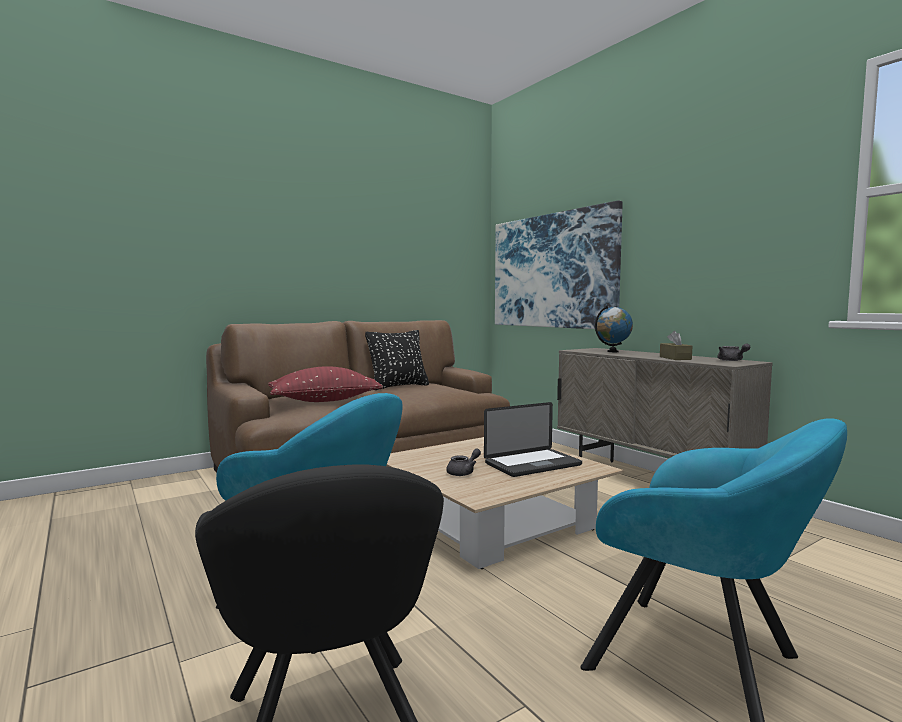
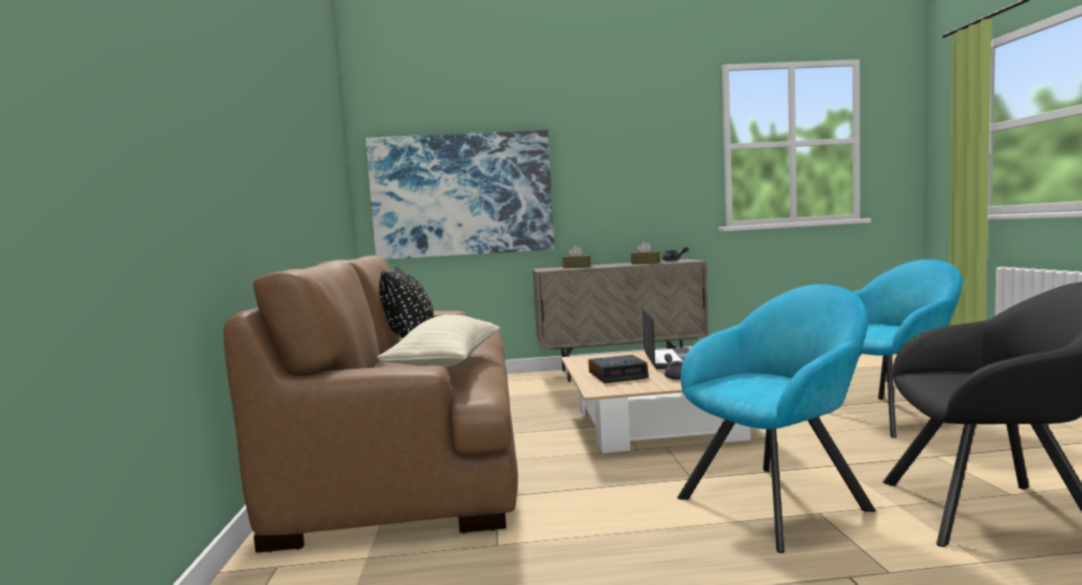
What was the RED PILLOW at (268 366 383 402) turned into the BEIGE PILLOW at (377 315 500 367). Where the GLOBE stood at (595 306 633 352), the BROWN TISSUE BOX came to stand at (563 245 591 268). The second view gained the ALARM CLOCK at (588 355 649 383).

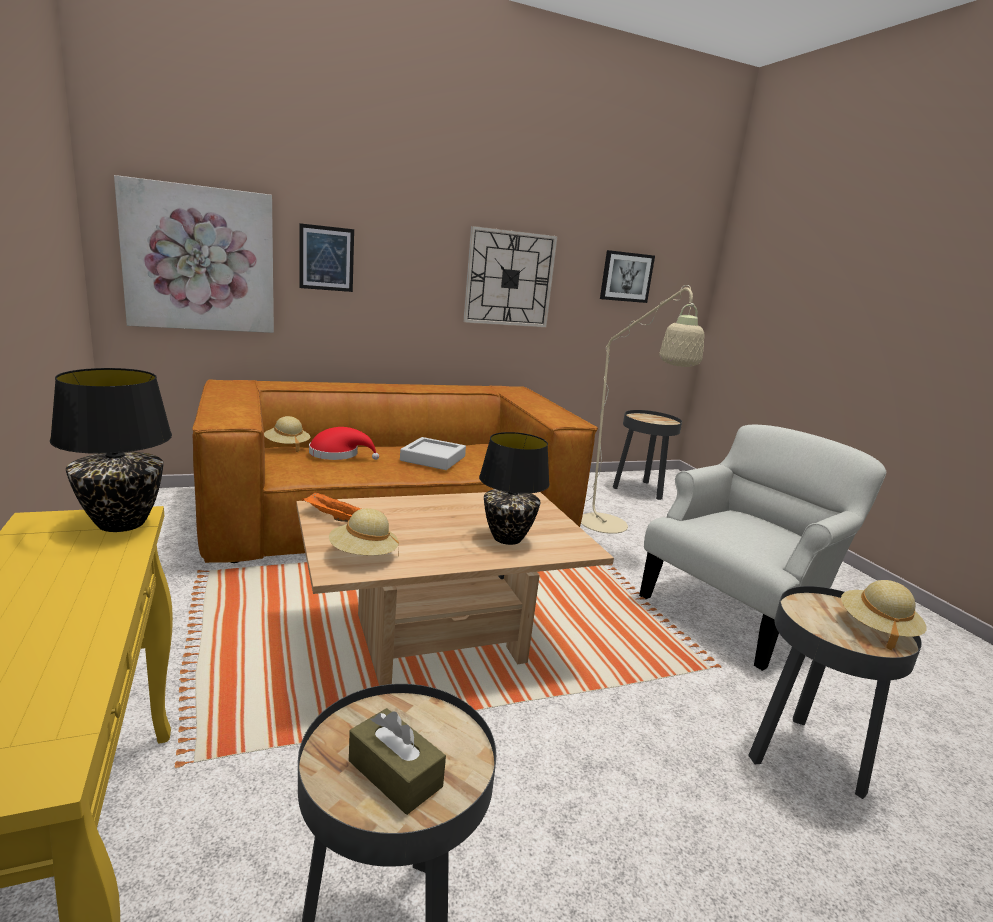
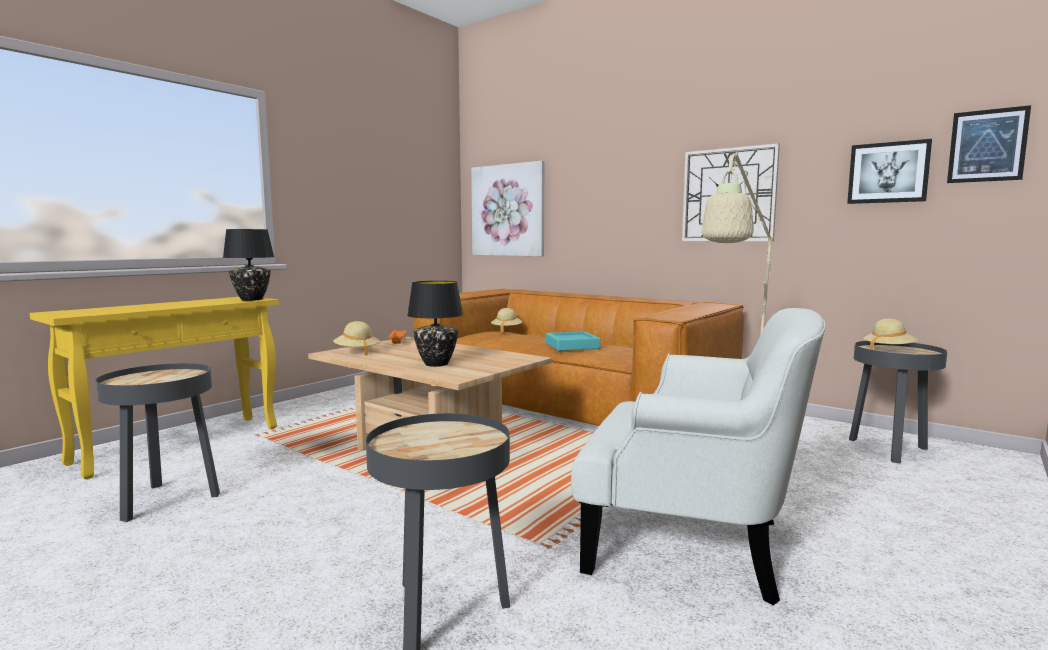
The PICTURE ended up elsewhere, having gone from (299 223 354 292) to (947 105 1031 183). The second view lost the RED HAT at (309 427 379 460). The second view lost the BROWN TISSUE BOX at (349 708 446 815). What was the GREY TRAY at (400 437 466 470) turned into the TURQUOISE TRAY at (546 331 600 351). The BEIGE HAT ended up elsewhere, having gone from (841 580 927 650) to (863 319 918 350).

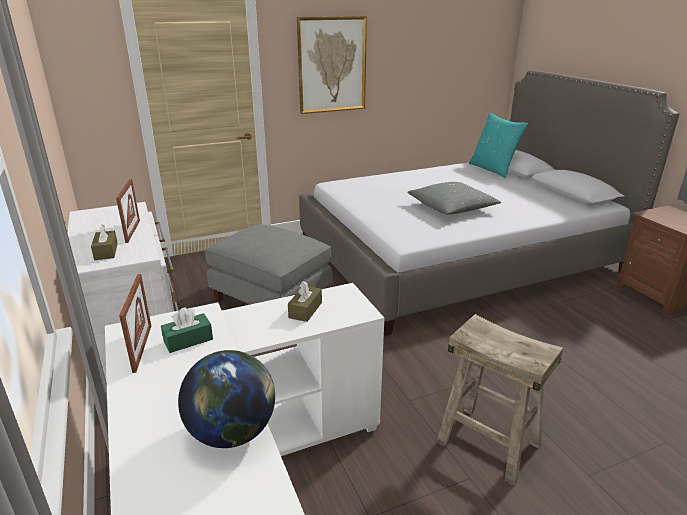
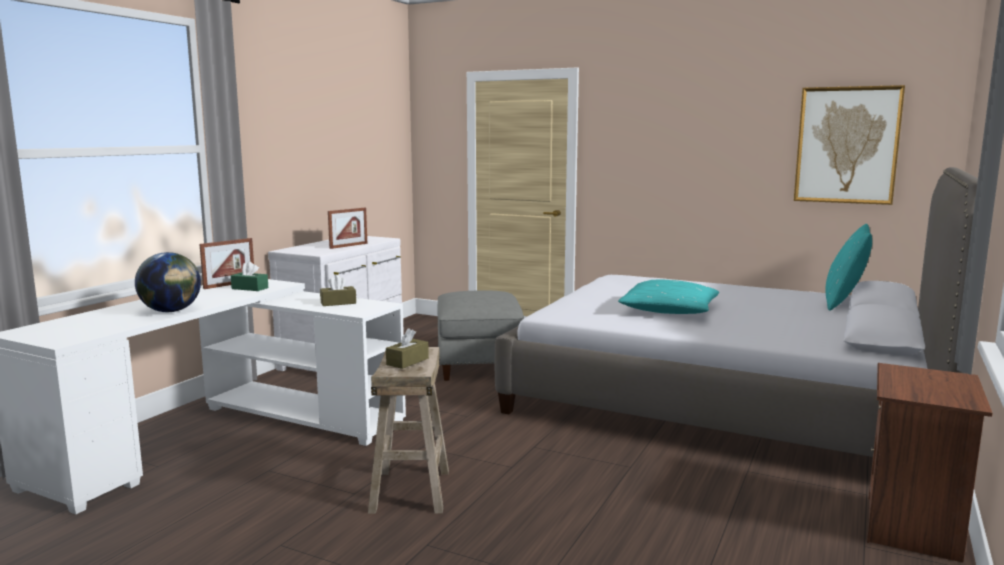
The BROWN TISSUE BOX ended up elsewhere, having gone from (91 224 118 260) to (386 328 429 369). The PICTURE ended up elsewhere, having gone from (297 16 367 114) to (794 85 905 205). What was the GREY PILLOW at (407 182 501 215) turned into the TURQUOISE PILLOW at (618 280 719 314).

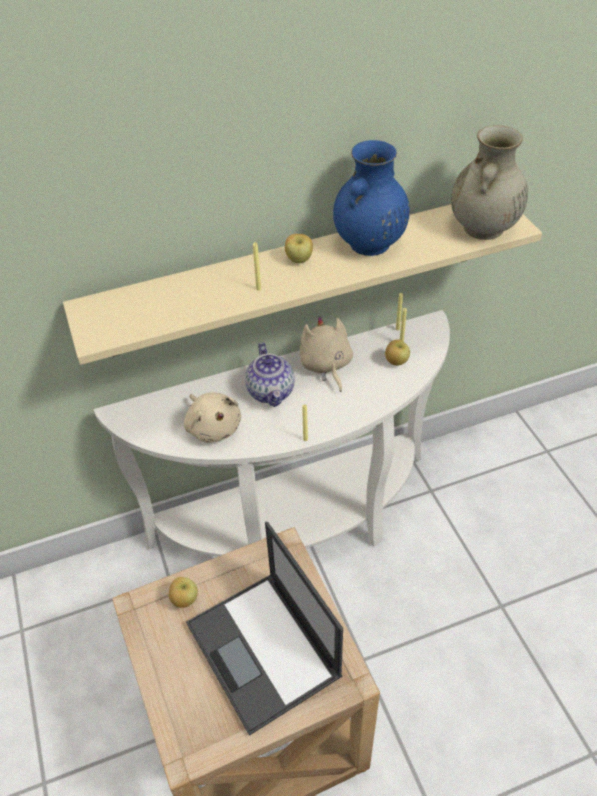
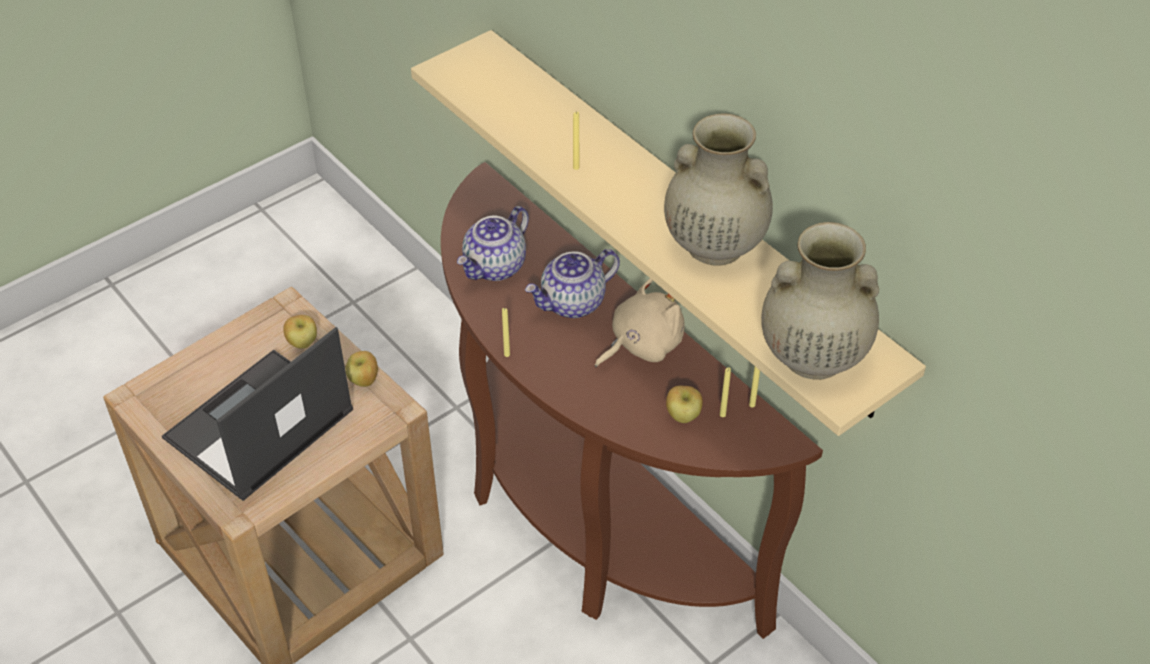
What was the WHITE CONSOLE TABLE at (94 310 450 557) turned into the BROWN CONSOLE TABLE at (441 162 823 639). Where the BEIGE PLUSH TOY stood at (184 392 241 443), the TEAPOT came to stand at (457 206 529 281). The APPLE ended up elsewhere, having gone from (285 234 313 263) to (345 351 378 387). What was the BLUE VASE at (333 140 410 256) turned into the BEIGE VASE at (664 113 773 266).

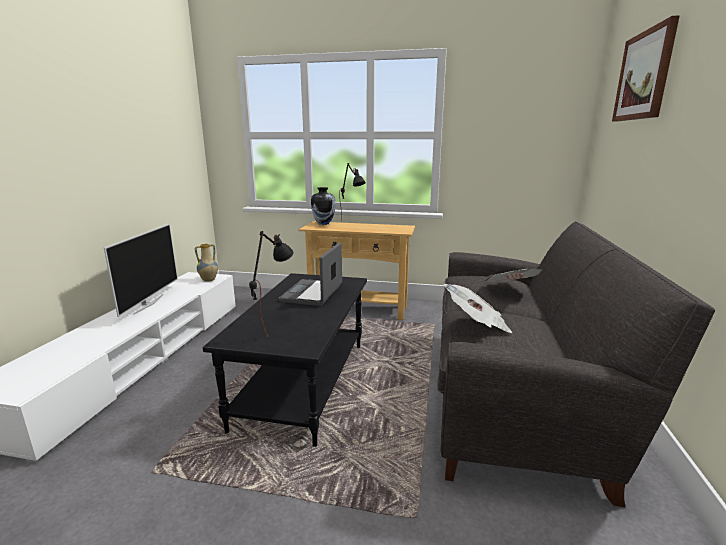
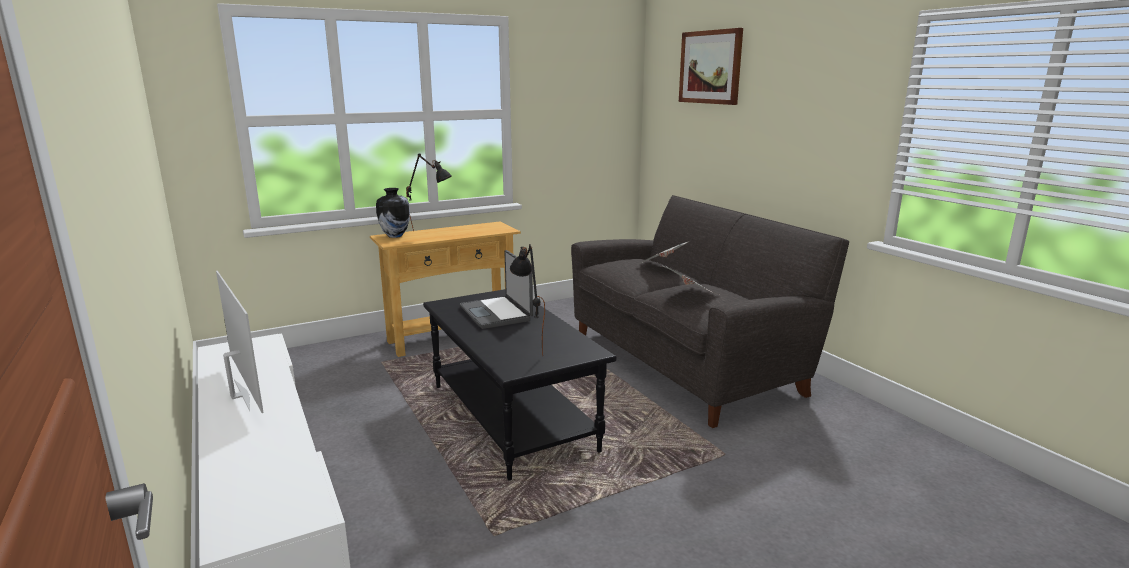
The second view lost the VASE at (195 244 218 281).

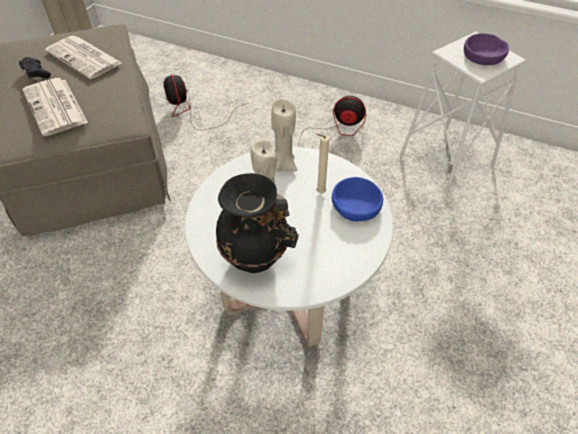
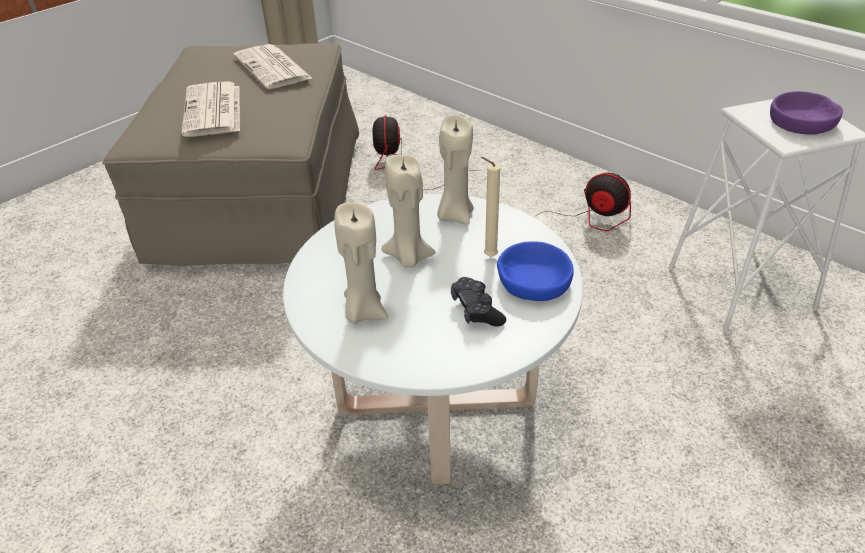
The BLACK GAME CONTROLLER ended up elsewhere, having gone from (19 57 51 79) to (451 277 506 327). Where the BLACK VASE stood at (216 173 299 273), the BEIGE CANDLE came to stand at (334 202 388 324).

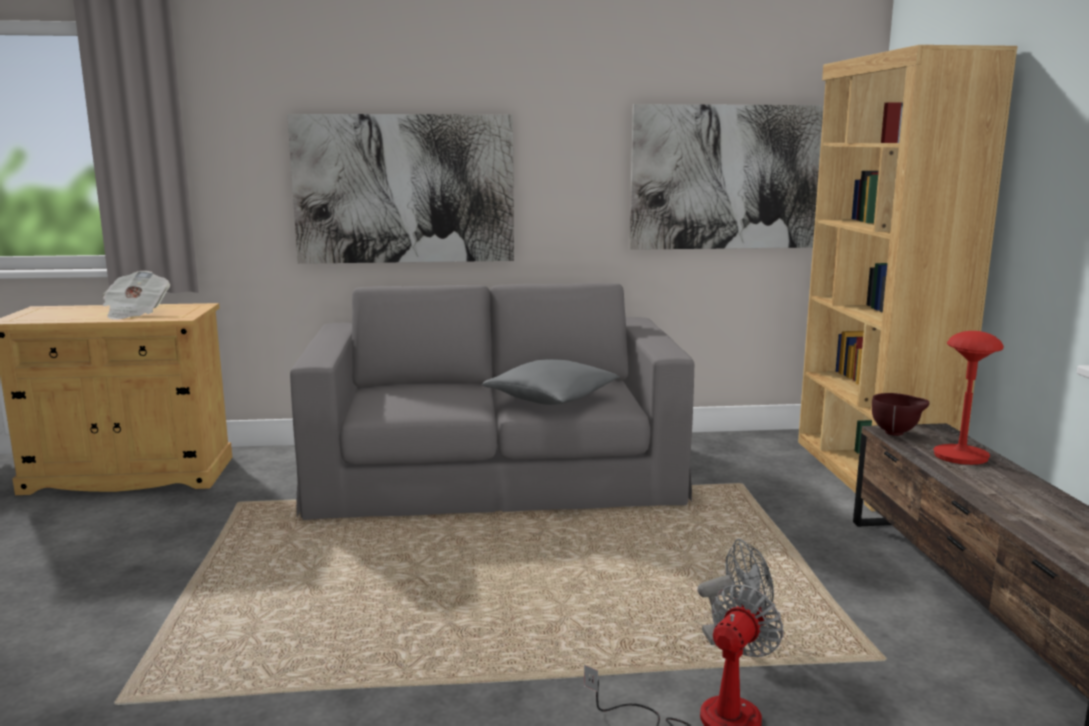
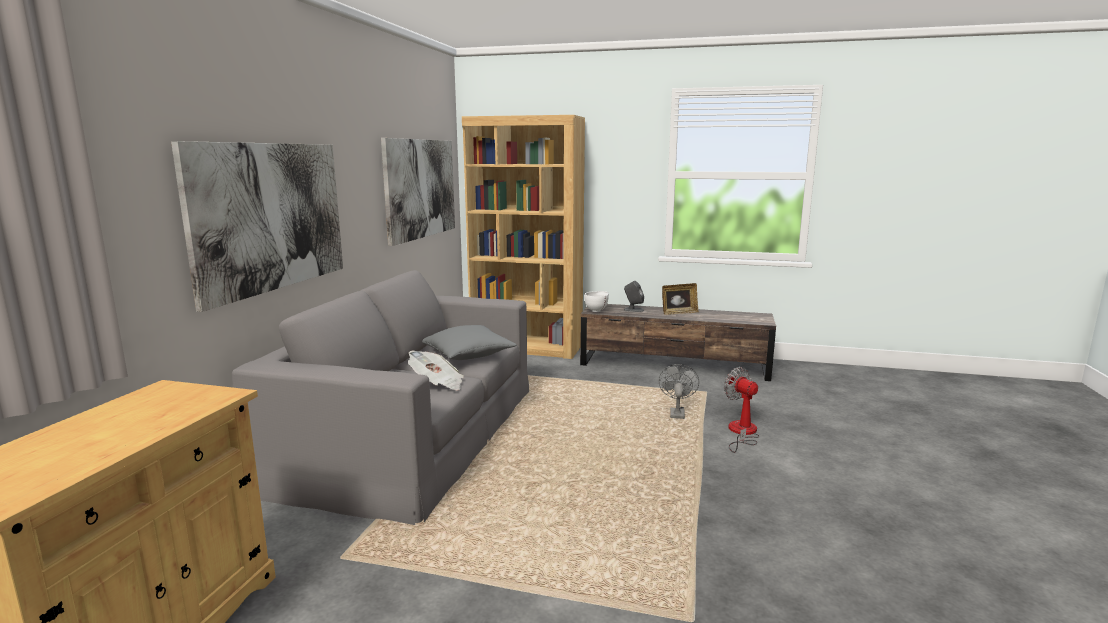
The NEWSPAPER ended up elsewhere, having gone from (102 271 170 319) to (408 351 464 390). What was the BROWN BOWL at (872 393 929 436) turned into the WHITE BOWL at (584 291 609 312). Where the RED TABLE LAMP stood at (933 331 1004 465), the GREY SPEAKER came to stand at (624 281 644 312). The second view gained the PICTURE FRAME at (662 283 699 315).

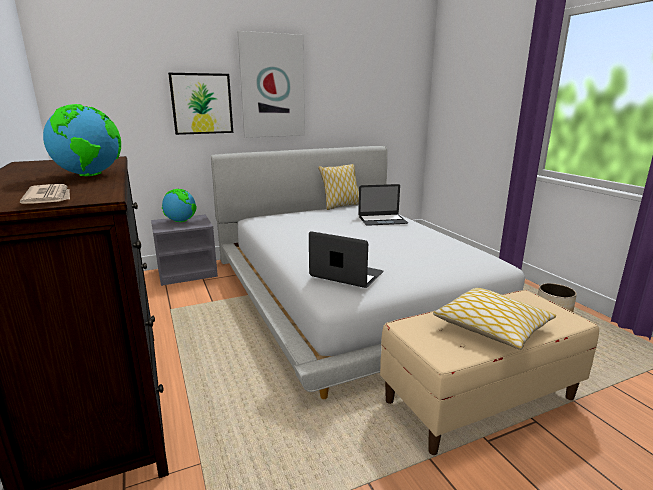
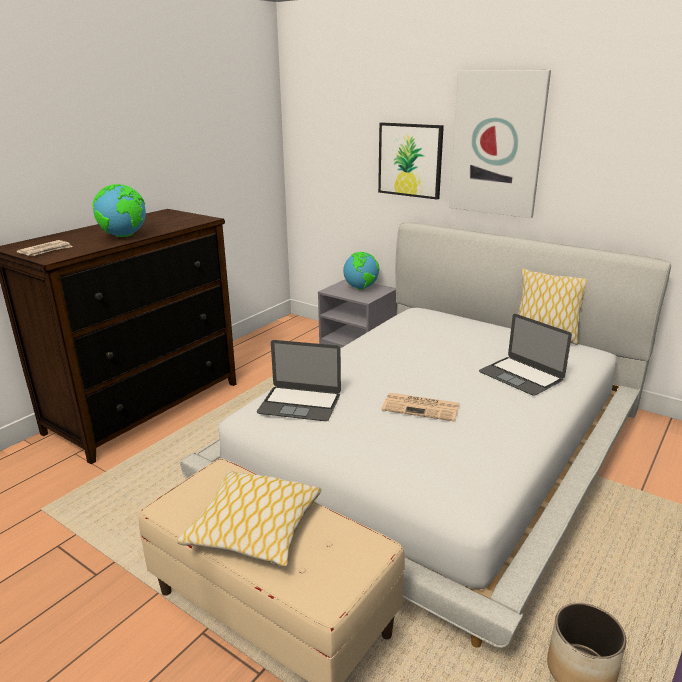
The LAPTOP at (309 231 383 288) ended up facing another way, 105 degrees clockwise from before. The second view gained the NEWSPAPER at (381 393 459 421).

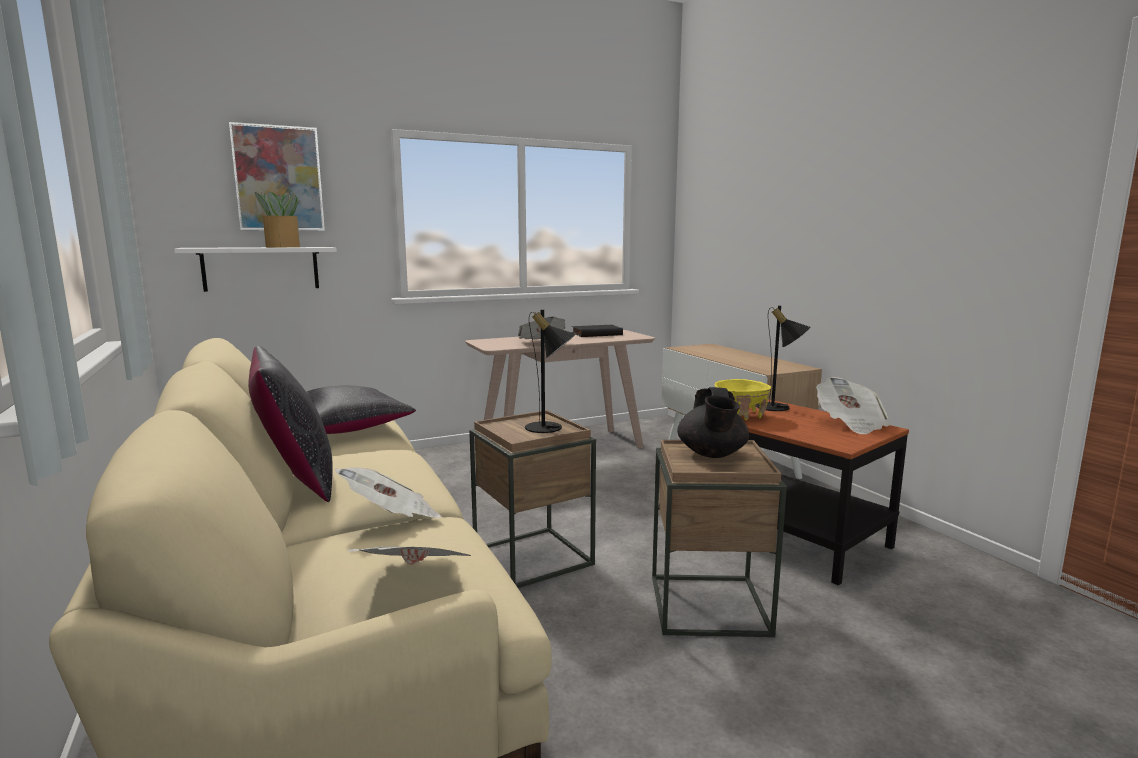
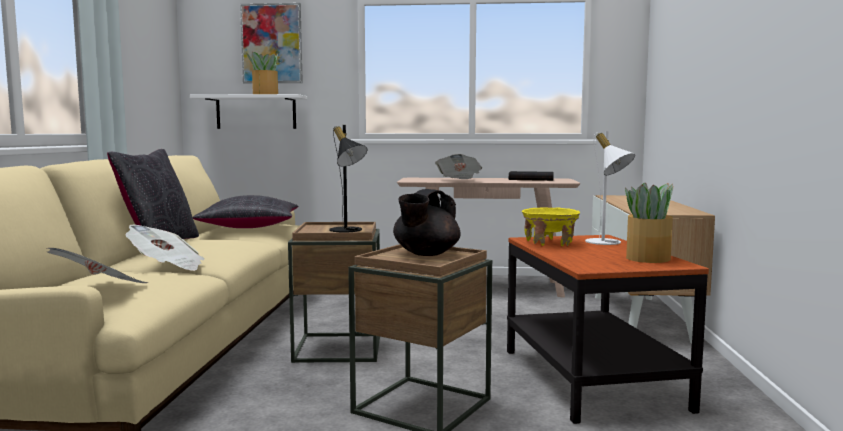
What was the BLACK TABLE LAMP at (756 305 810 411) turned into the WHITE TABLE LAMP at (585 131 635 245). Where the NEWSPAPER stood at (816 377 890 434), the POTTED PLANT came to stand at (625 182 673 263).

